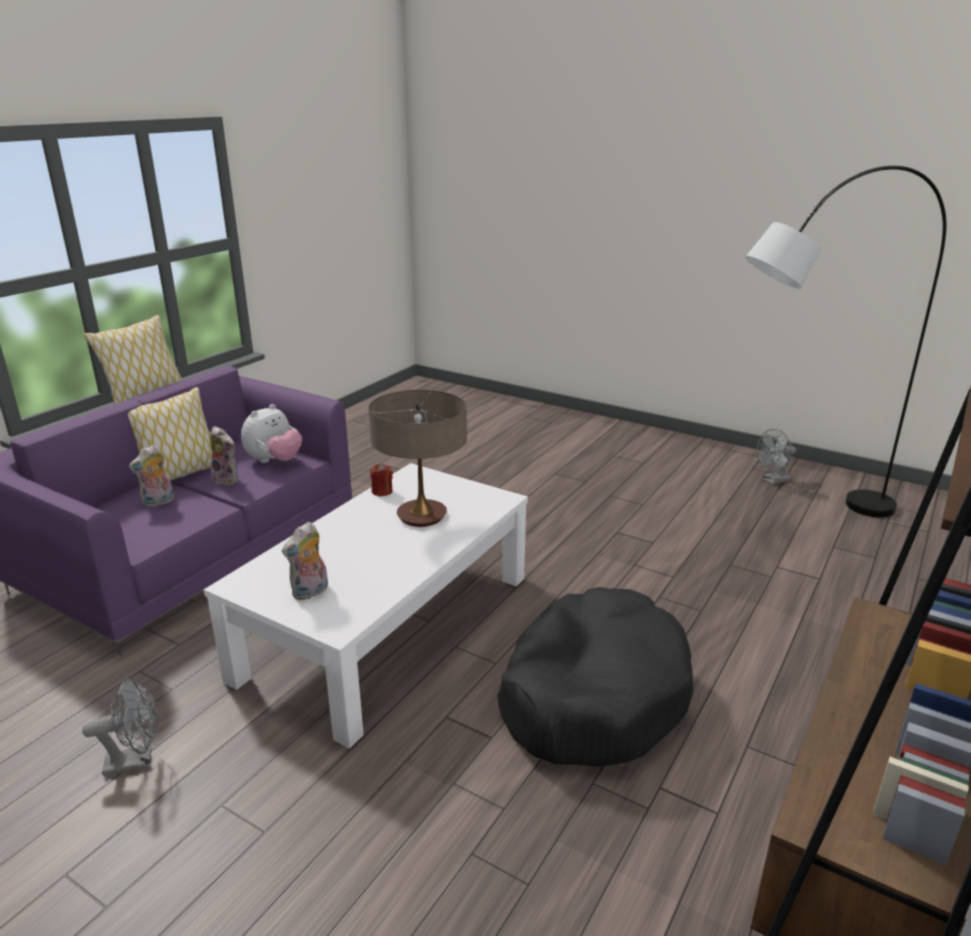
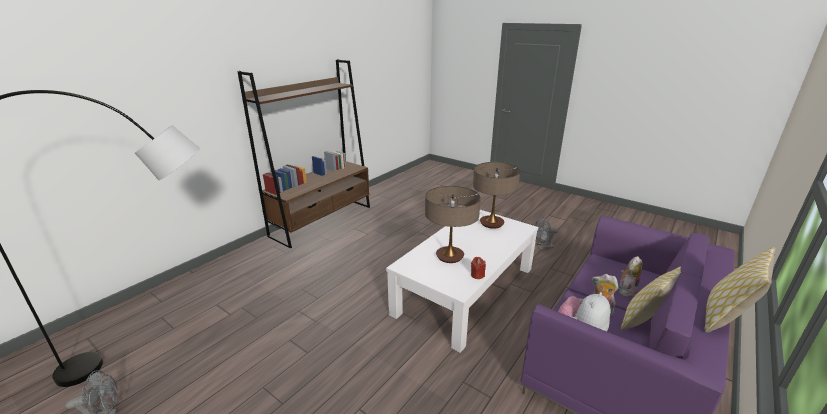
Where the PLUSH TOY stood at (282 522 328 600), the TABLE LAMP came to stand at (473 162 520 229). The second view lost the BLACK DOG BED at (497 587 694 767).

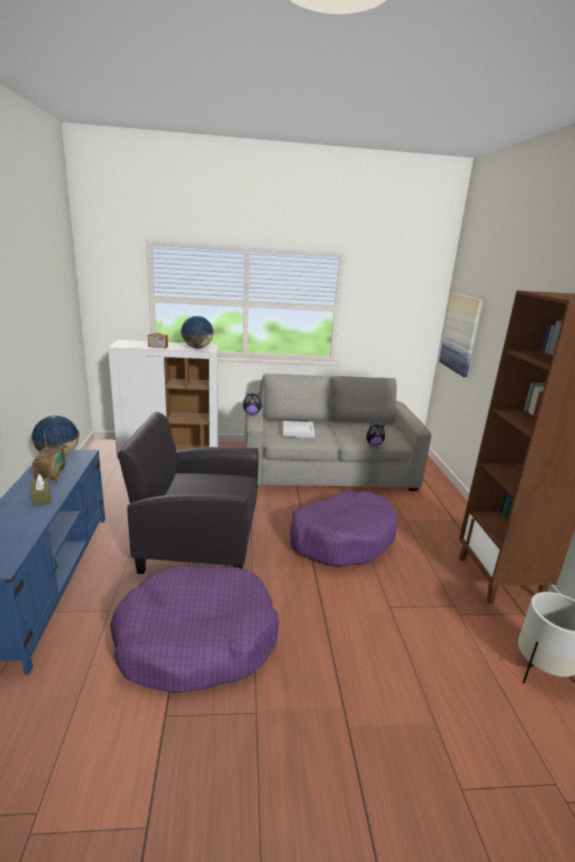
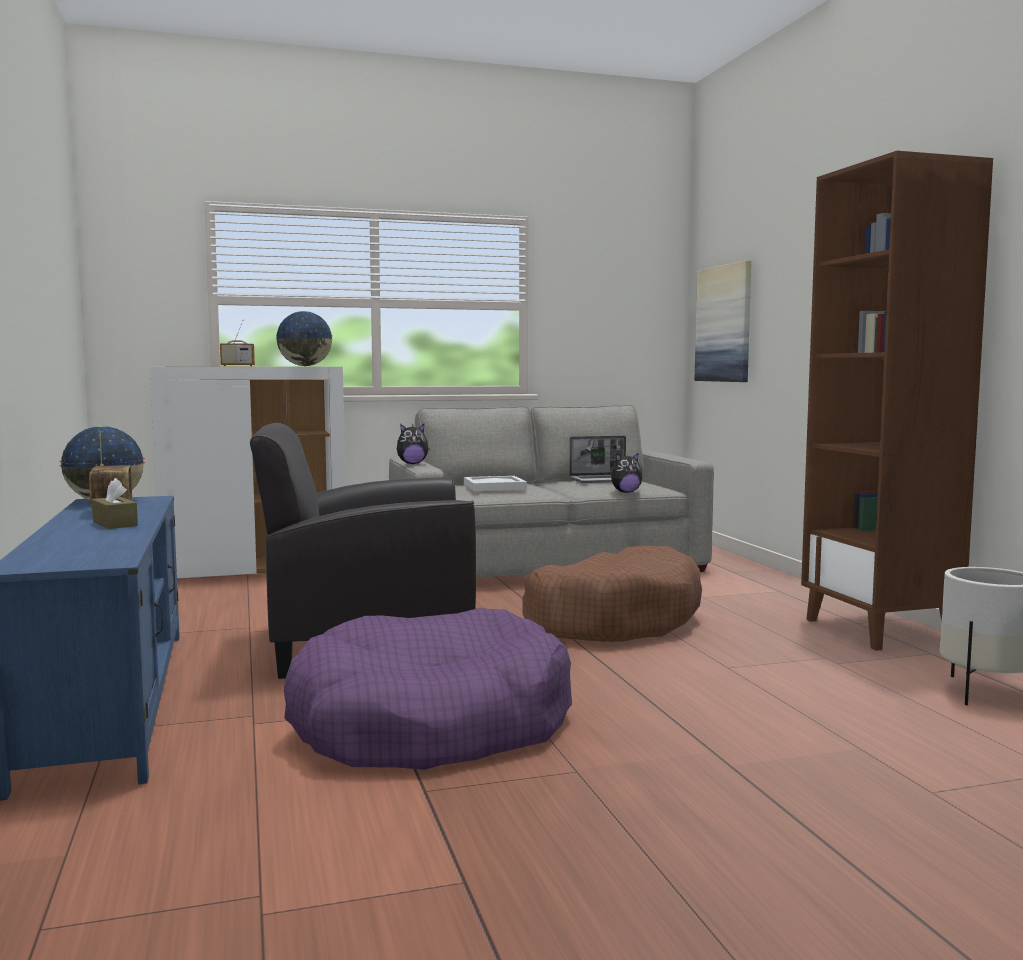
What was the PURPLE DOG BED at (290 491 398 567) turned into the BROWN DOG BED at (522 546 702 642). The second view gained the LAPTOP at (569 436 626 483).

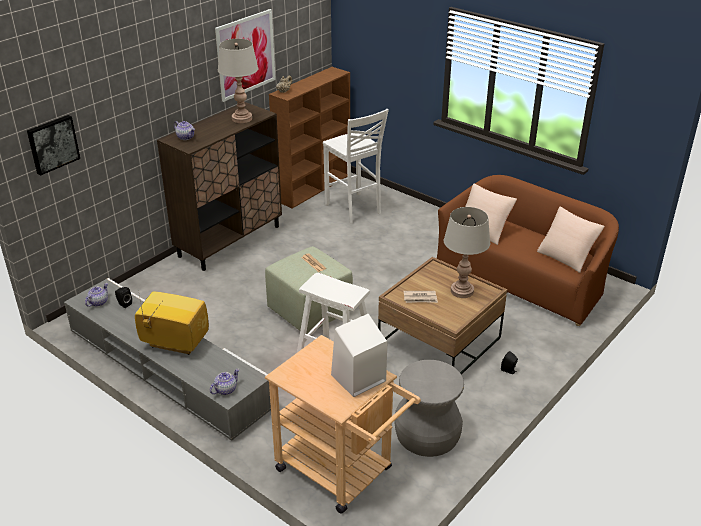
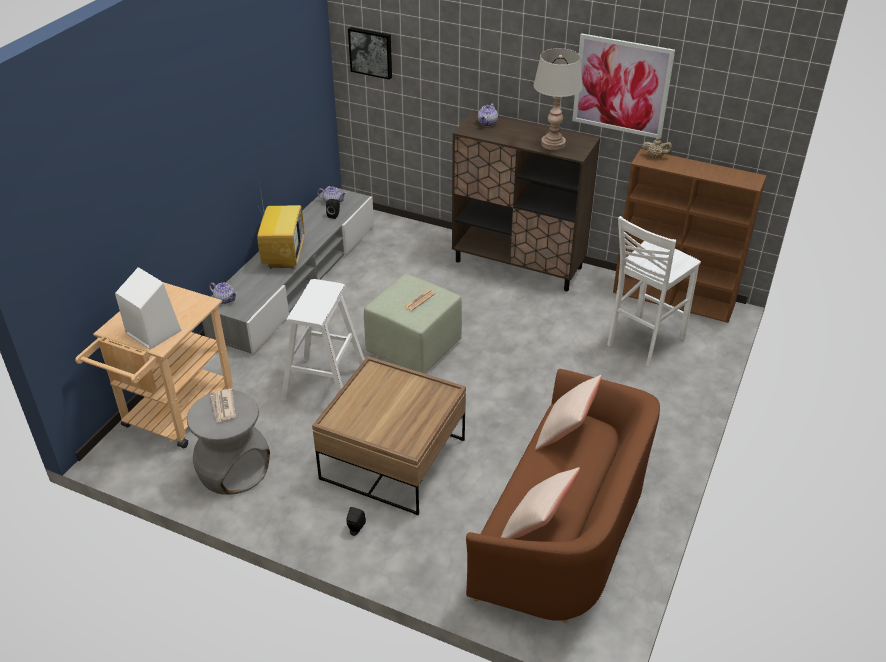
The NEWSPAPER ended up elsewhere, having gone from (404 291 438 303) to (211 389 236 423). The second view lost the GREY TABLE LAMP at (444 207 490 298).

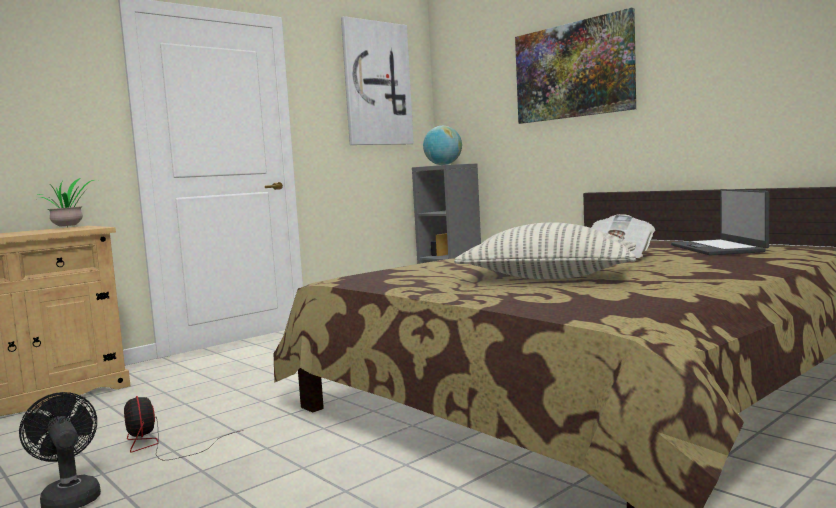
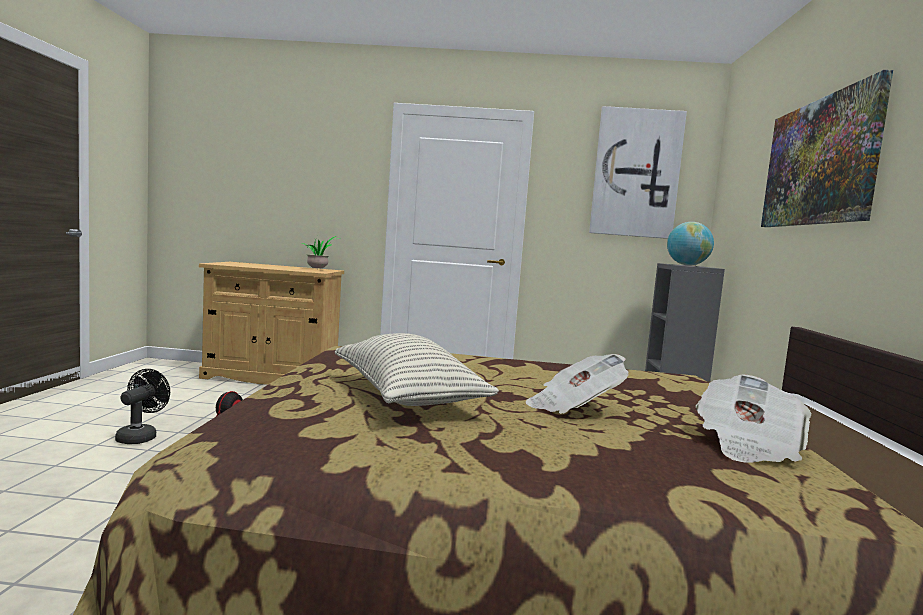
Where the LAPTOP stood at (671 189 769 255), the NEWSPAPER came to stand at (696 374 812 463).

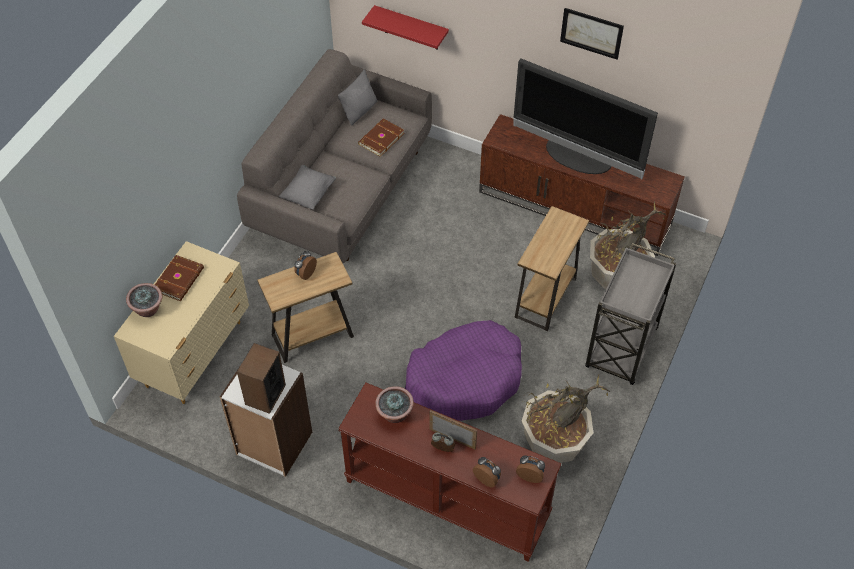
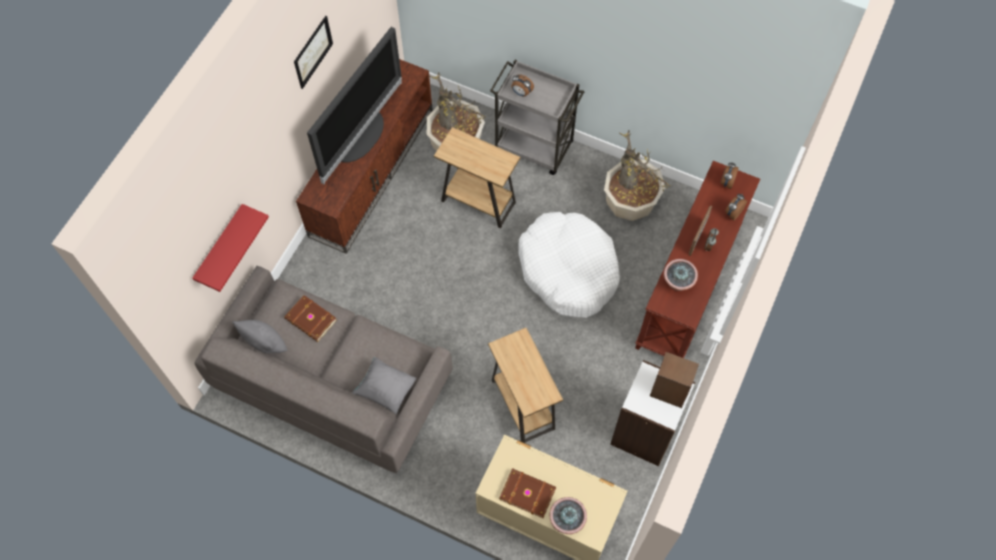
The ALARM CLOCK ended up elsewhere, having gone from (294 251 317 280) to (512 74 534 96). What was the PURPLE DOG BED at (405 320 522 421) turned into the WHITE DOG BED at (518 212 620 318).

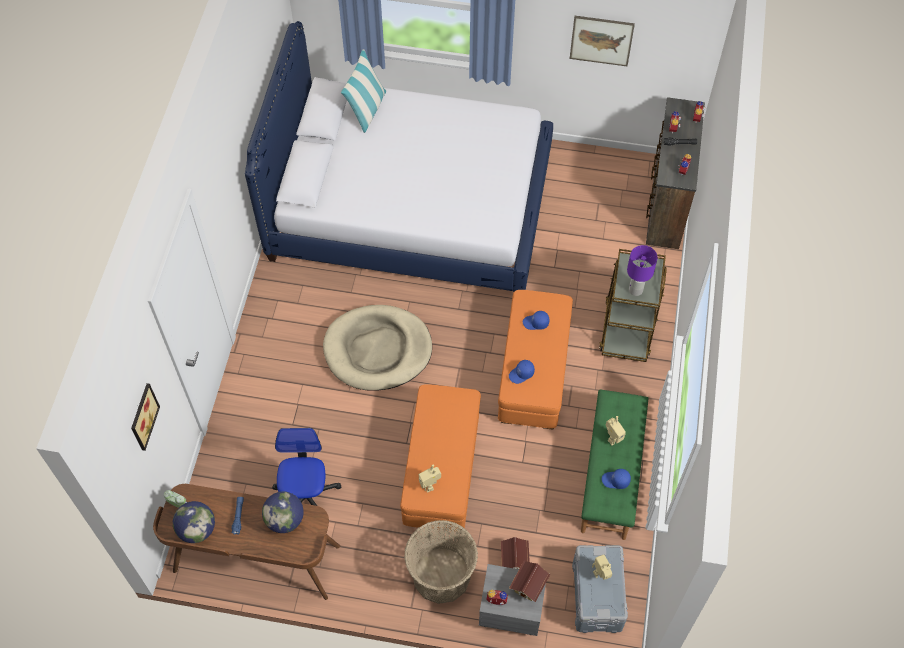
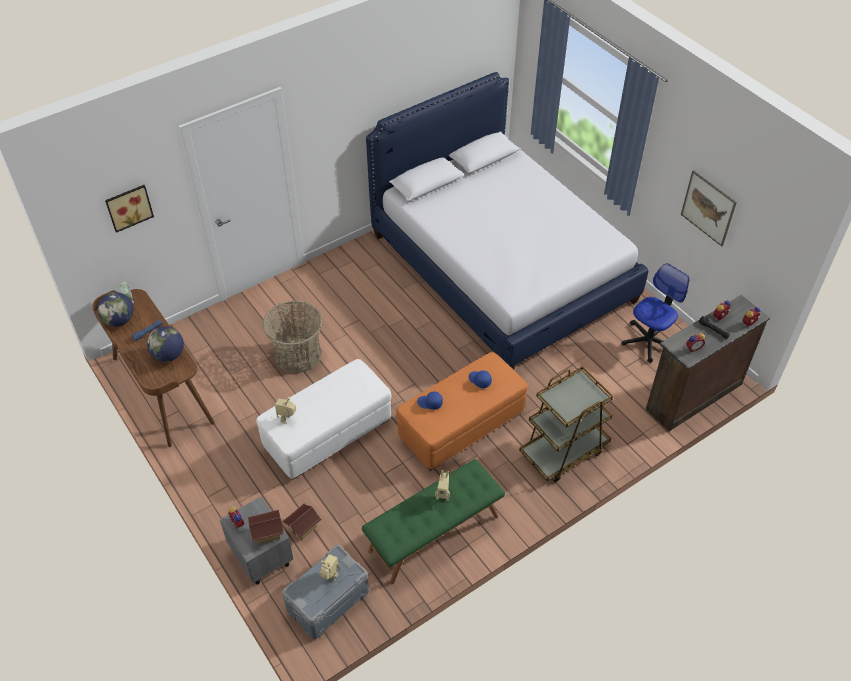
The OFFICE CHAIR ended up elsewhere, having gone from (272 428 341 506) to (622 263 689 363). The second view lost the BEIGE DOG BED at (323 305 432 391). The second view lost the PILLOW at (341 49 386 133). What was the ORANGE OTTOMAN at (400 384 481 531) turned into the WHITE OTTOMAN at (256 359 391 480). The BASKET ended up elsewhere, having gone from (404 520 478 604) to (263 300 323 373). The second view lost the BLUE CAP at (602 469 631 489). The second view lost the PURPLE TABLE LAMP at (627 245 658 296).

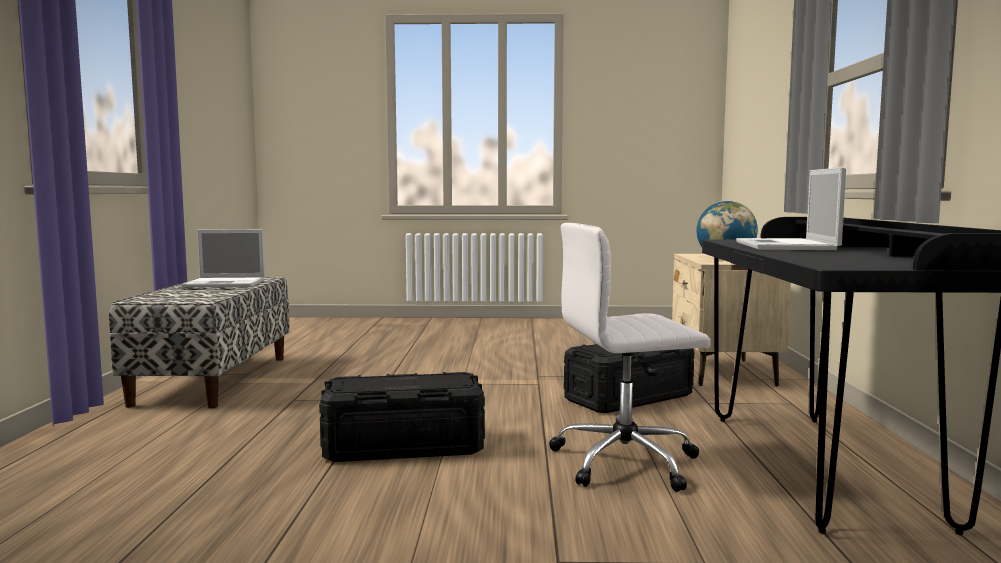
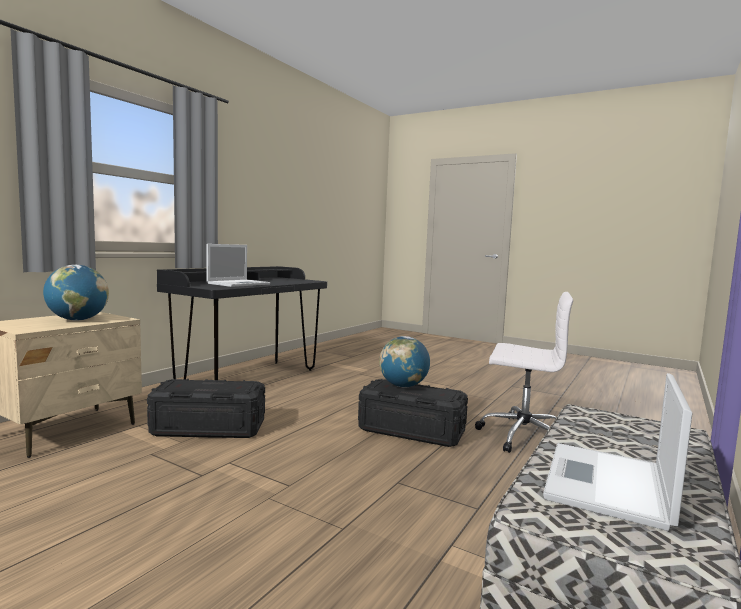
The LAPTOP at (182 229 265 287) ended up facing another way, 90 degrees counterclockwise from before. The WHITE OFFICE CHAIR ended up elsewhere, having gone from (549 223 710 492) to (475 292 573 453). The second view gained the GLOBE at (379 336 430 388).

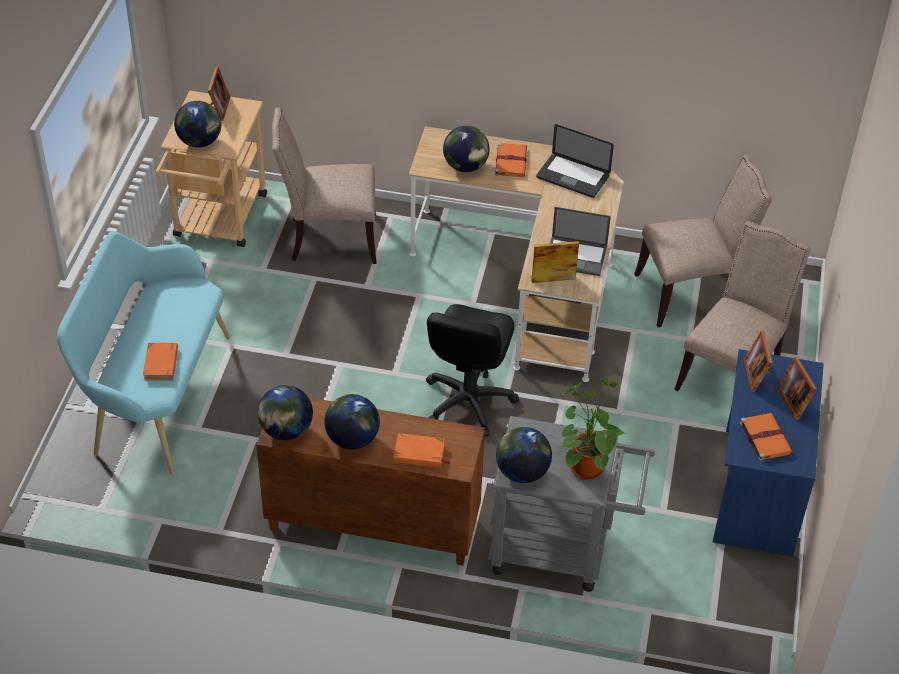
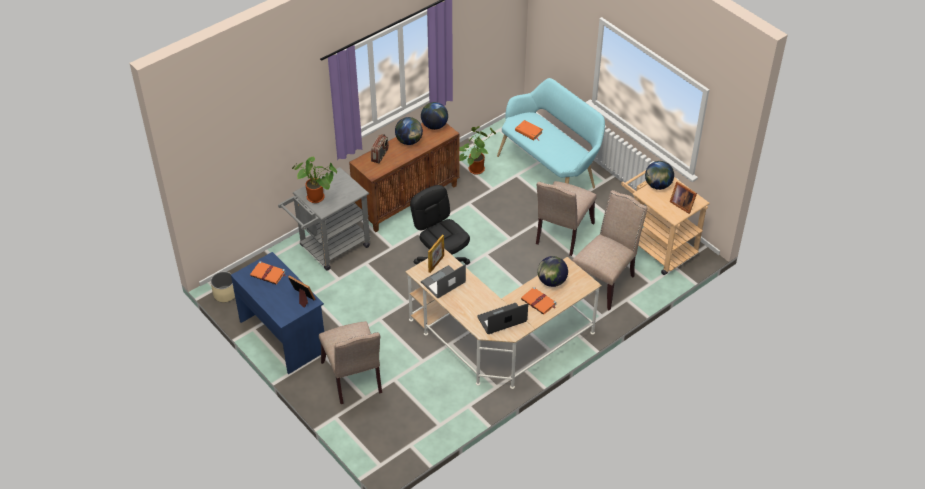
Where the ORANGE BOOK stood at (393 433 450 468), the RADIO came to stand at (371 134 389 163). The second view lost the GLOBE at (496 427 552 483). The BEIGE CHAIR ended up elsewhere, having gone from (634 155 772 327) to (536 181 596 256). The second view lost the PICTURE FRAME at (777 357 817 420). The second view gained the BEIGE PLANTER at (211 272 235 303). The second view gained the POTTED PLANT at (460 126 496 175).

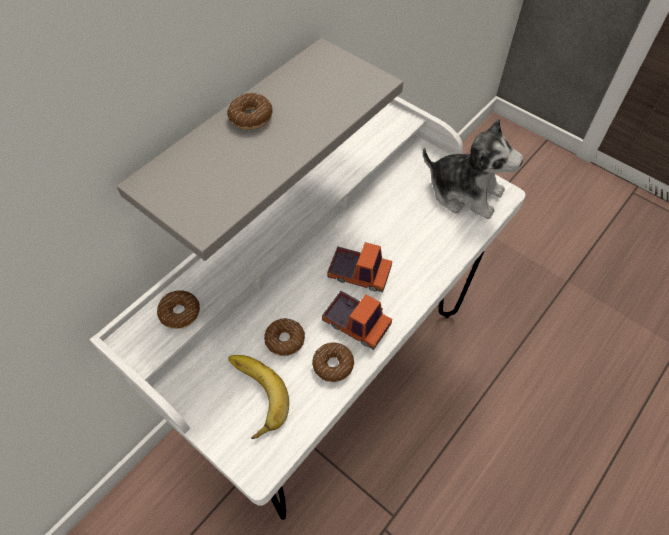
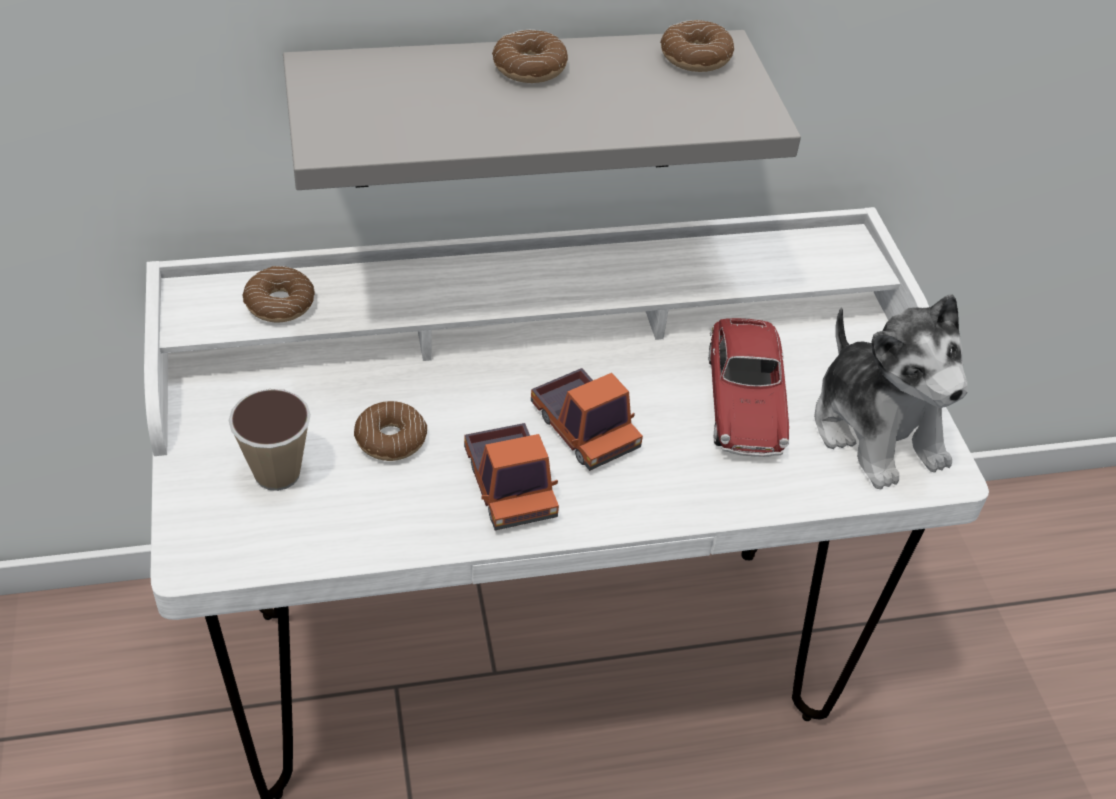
Where the BANANA stood at (228 355 289 439), the CUP came to stand at (229 389 311 491). The DONUT ended up elsewhere, having gone from (312 342 354 382) to (660 20 734 72). The second view gained the TOY CAR at (709 318 789 457).

